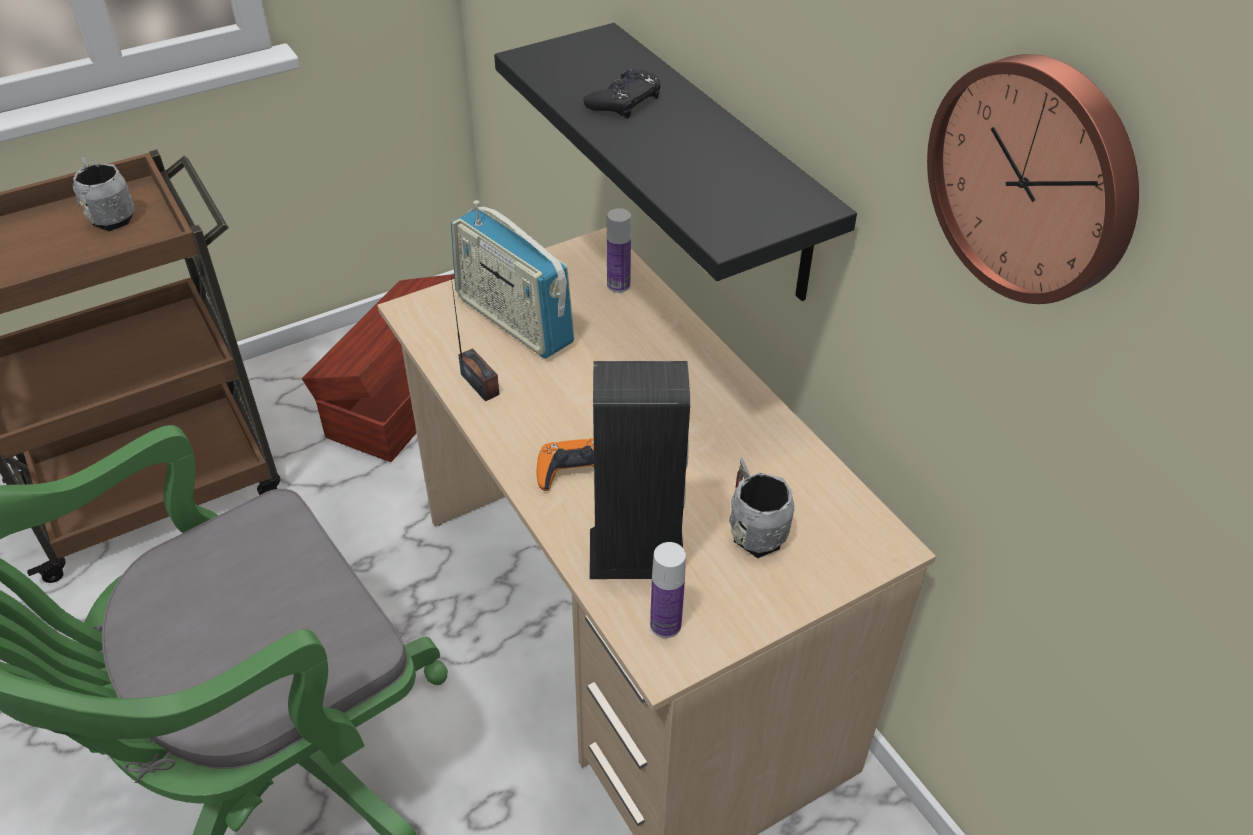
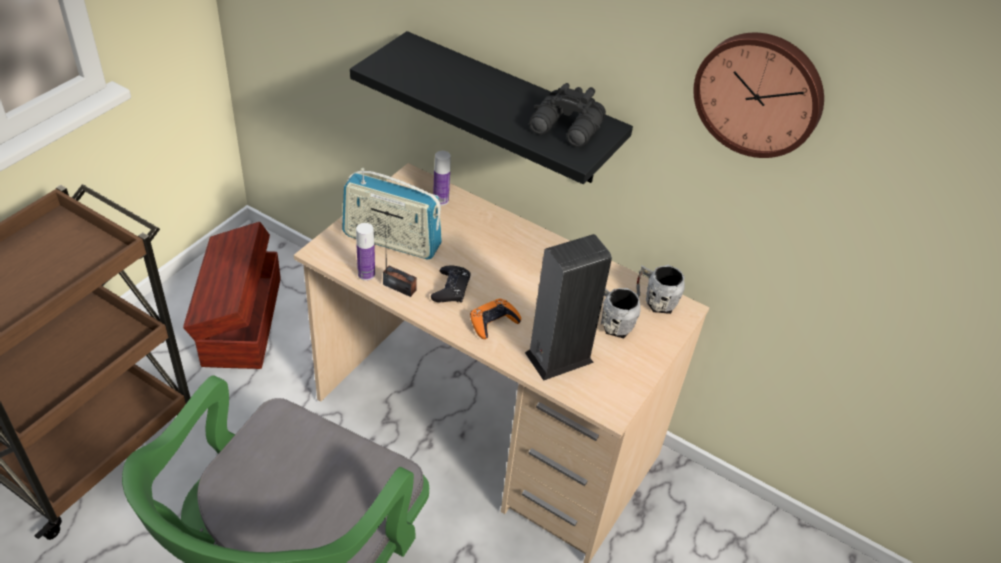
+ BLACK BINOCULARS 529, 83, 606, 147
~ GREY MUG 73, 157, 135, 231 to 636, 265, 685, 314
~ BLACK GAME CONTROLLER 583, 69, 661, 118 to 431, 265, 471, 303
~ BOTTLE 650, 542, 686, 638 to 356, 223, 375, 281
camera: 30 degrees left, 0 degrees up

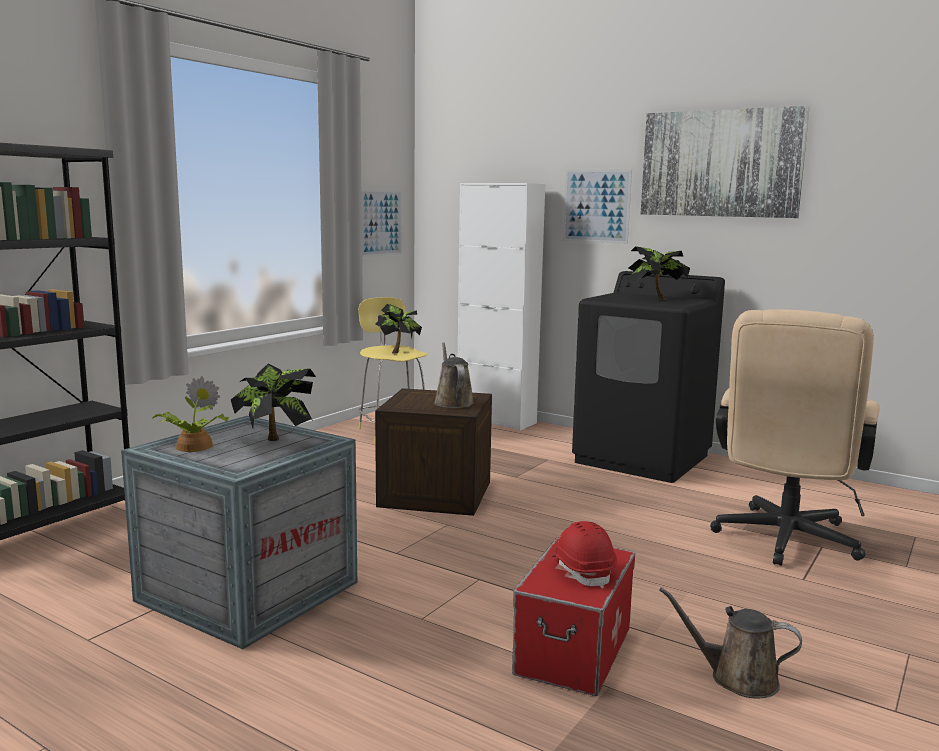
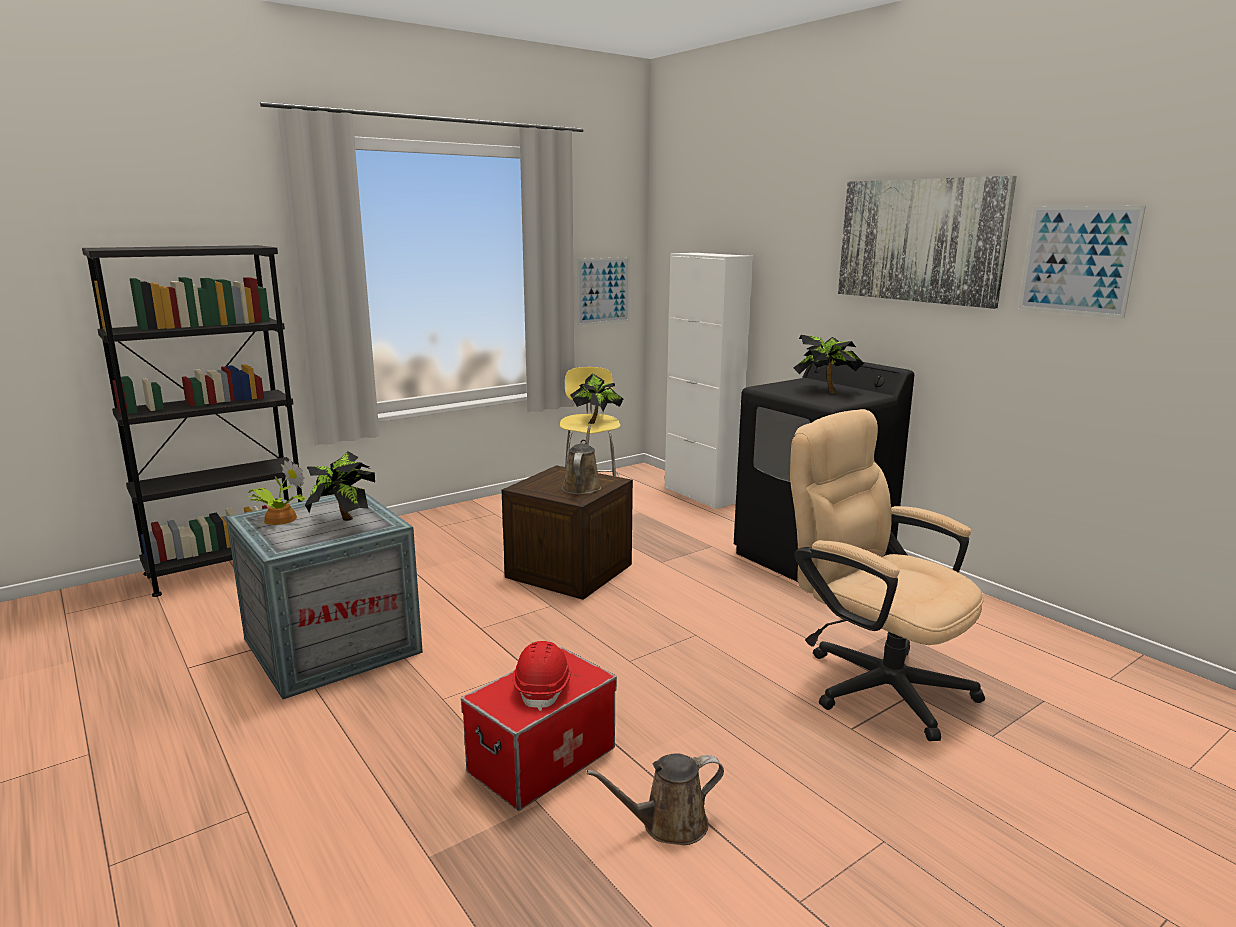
~ PICTURE 563, 169, 632, 244 to 1019, 206, 1146, 318
~ BROWN WATERING CAN 659, 587, 802, 699 = 586, 753, 724, 845 60 degrees counterclockwise
~ BEIGE OFFICE CHAIR 710, 309, 879, 566 = 790, 409, 985, 741 90 degrees clockwise
camera: 20 degrees right, 5 degrees up

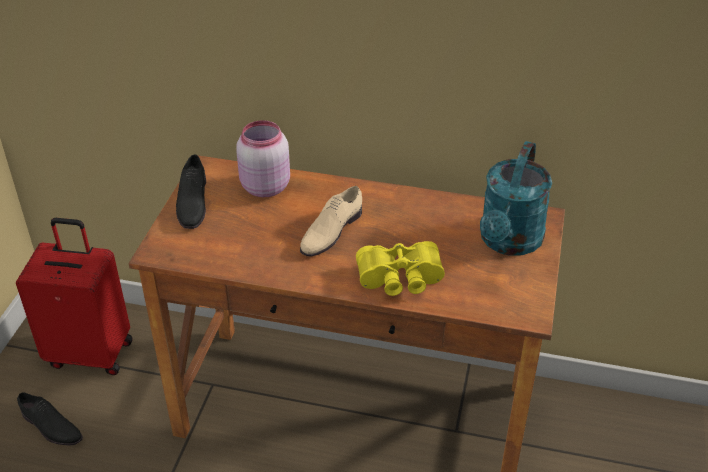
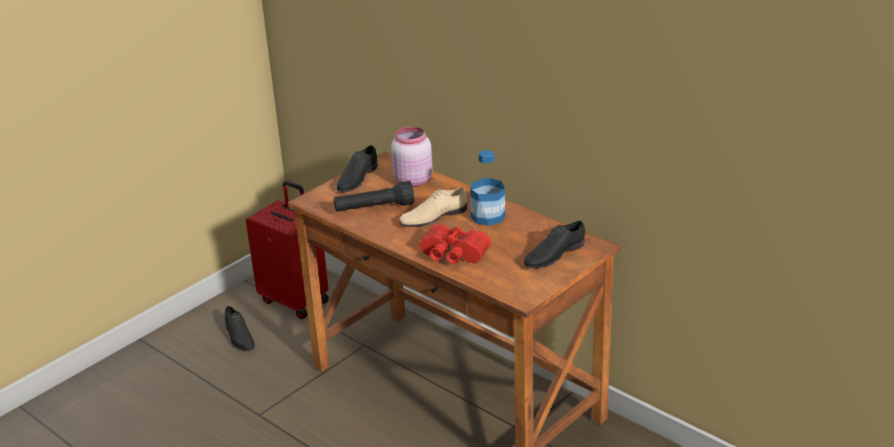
+ BLACK FLASHLIGHT 334, 181, 414, 212
+ BOTTLE 470, 150, 505, 226
~ TURQUOISE WATERING CAN 480, 141, 552, 255 to BLACK SHOE 523, 221, 585, 269
~ YELLOW BINOCULARS 356, 241, 445, 296 to RED BINOCULARS 420, 224, 491, 264
camera: 30 degrees right, 10 degrees down

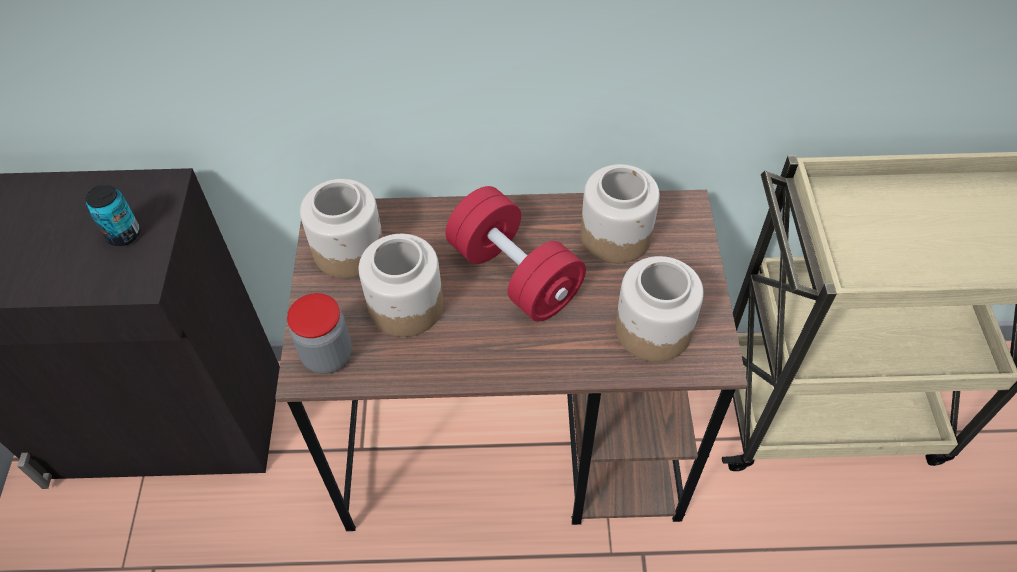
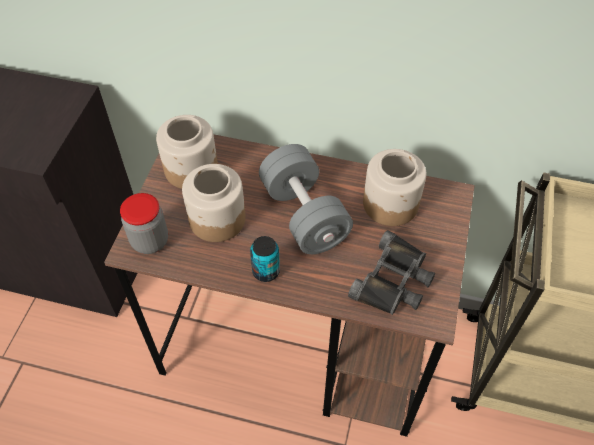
~ CAN 86, 184, 140, 246 to 250, 236, 280, 282
~ JAR 615, 256, 704, 362 to BLACK BINOCULARS 348, 230, 435, 315
~ RED DUMBBELL 446, 186, 586, 322 to GREY DUMBBELL 259, 144, 353, 254
camera: 15 degrees right, 0 degrees up

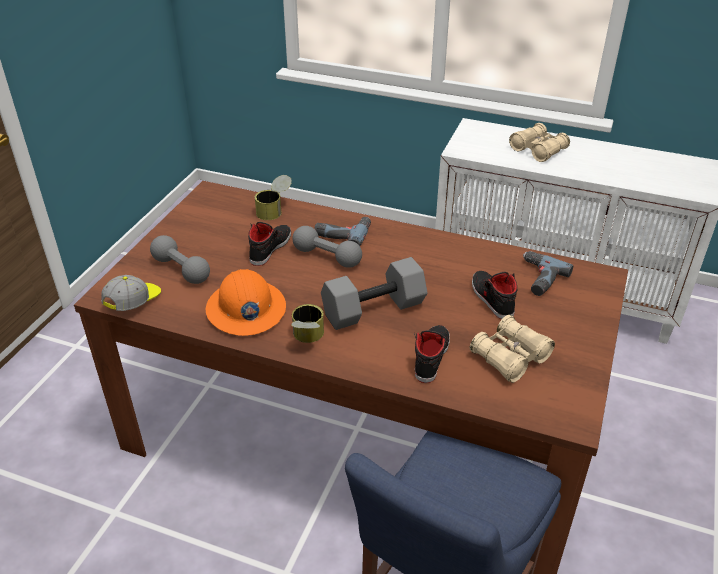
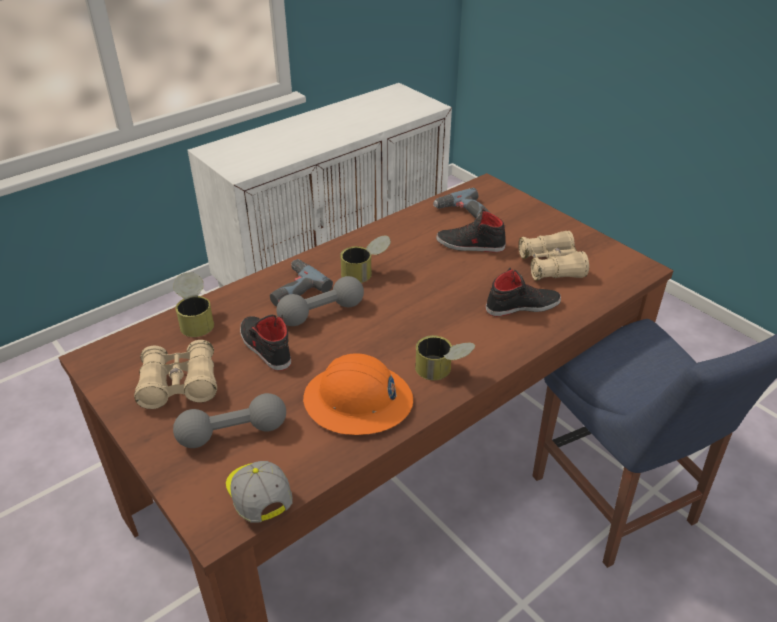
- GREY DUMBBELL 321, 257, 427, 330
+ CAN 340, 236, 391, 283
~ BEIGE BINOCULARS 509, 123, 570, 162 to 134, 340, 217, 409
~ BLACK SHOE 414, 325, 450, 383 = 486, 268, 561, 317 120 degrees clockwise
camera: 60 degrees left, 0 degrees up

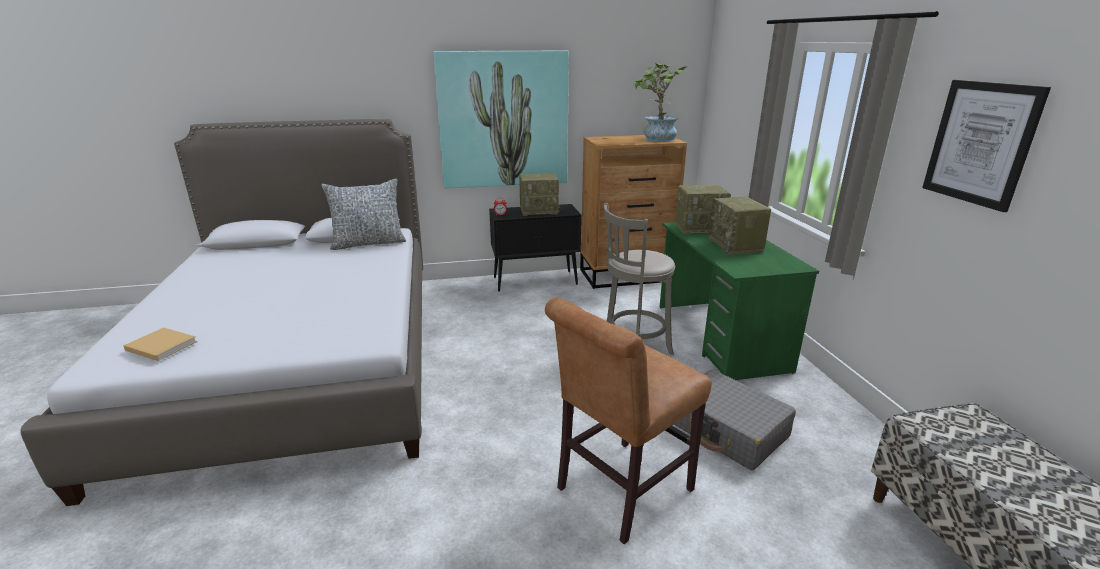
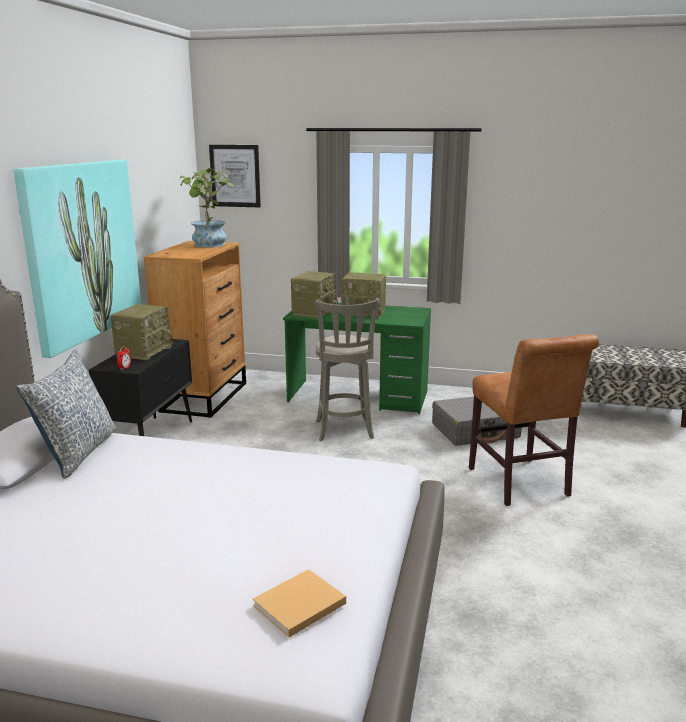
~ PICTURE 922, 80, 1051, 212 to 209, 145, 261, 207
camera: 65 degrees left, 5 degrees down

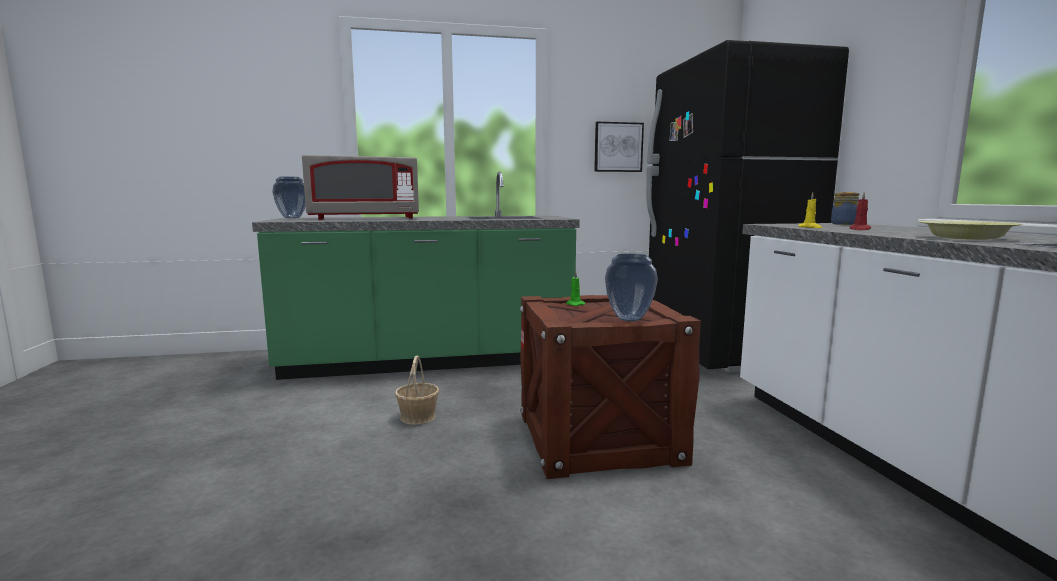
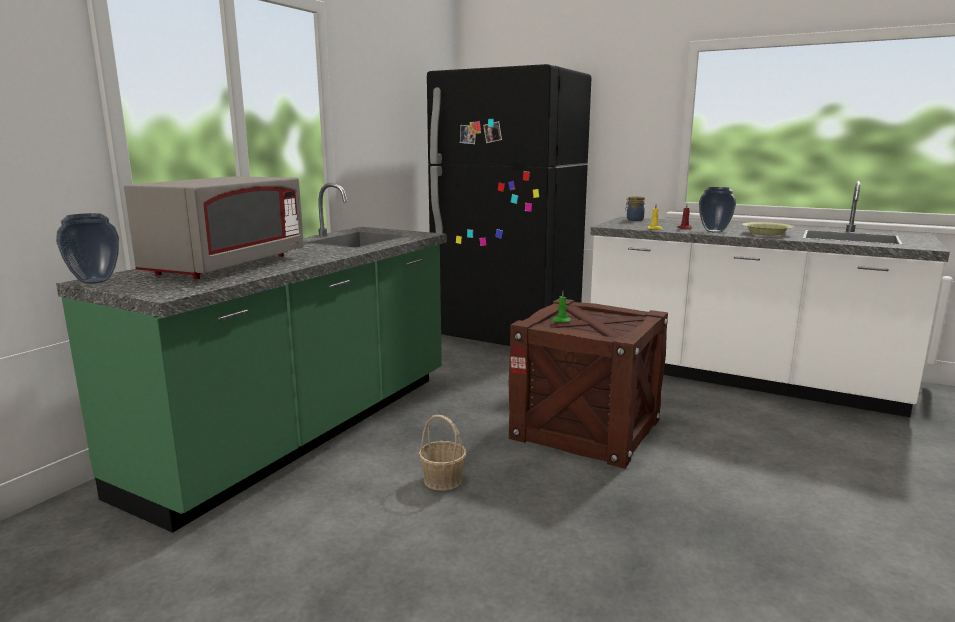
- PICTURE 594, 122, 644, 172
~ VASE 605, 254, 658, 321 to 699, 187, 736, 233
camera: 50 degrees left, 5 degrees up

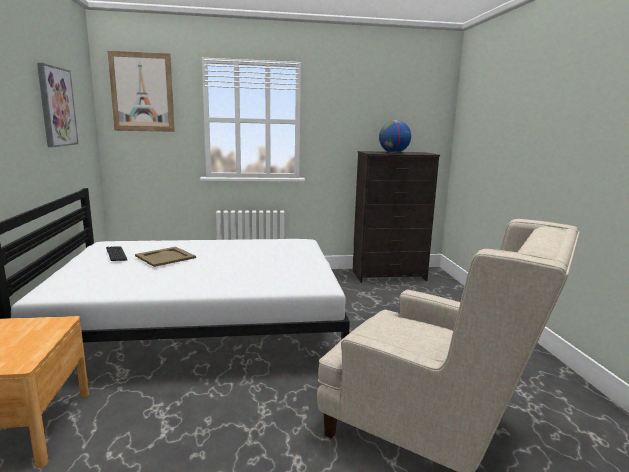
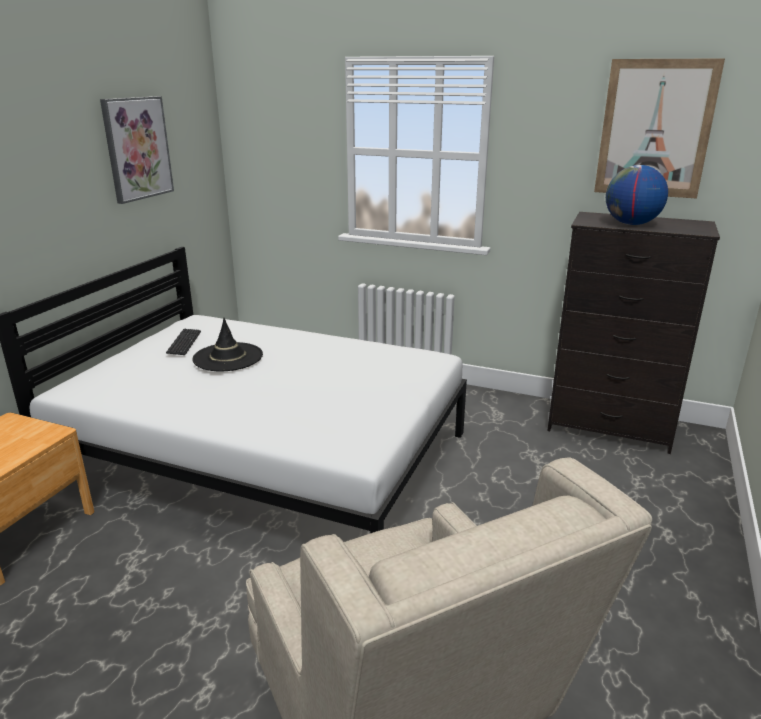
~ PICTURE 108, 51, 175, 132 to 594, 58, 725, 199
~ BEIGE TRAY 135, 247, 196, 267 to BLACK HAT 192, 318, 263, 371
camera: 30 degrees right, 10 degrees up

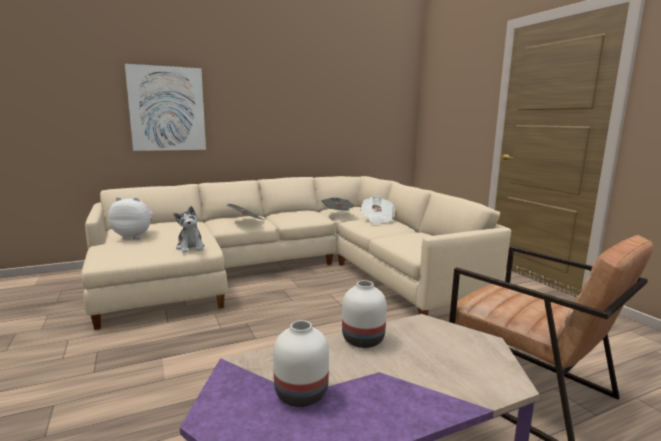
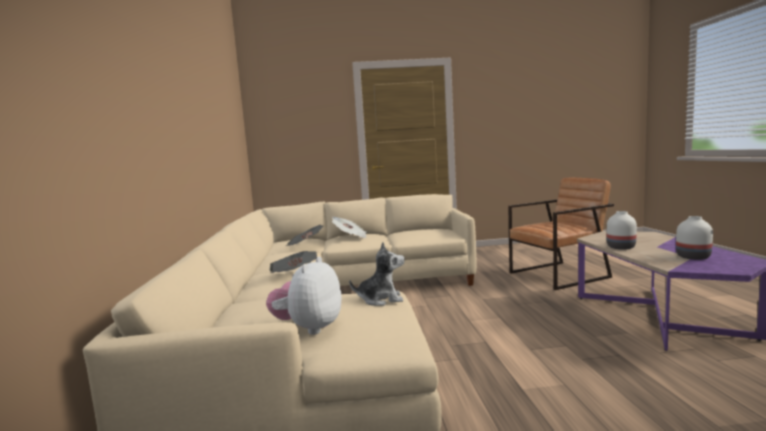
- PICTURE 125, 64, 206, 151
camera: 70 degrees left, 5 degrees down

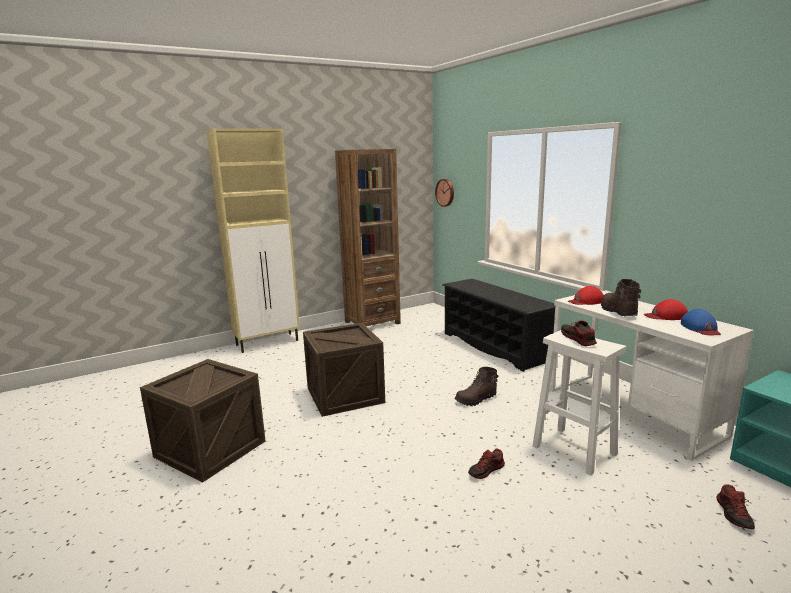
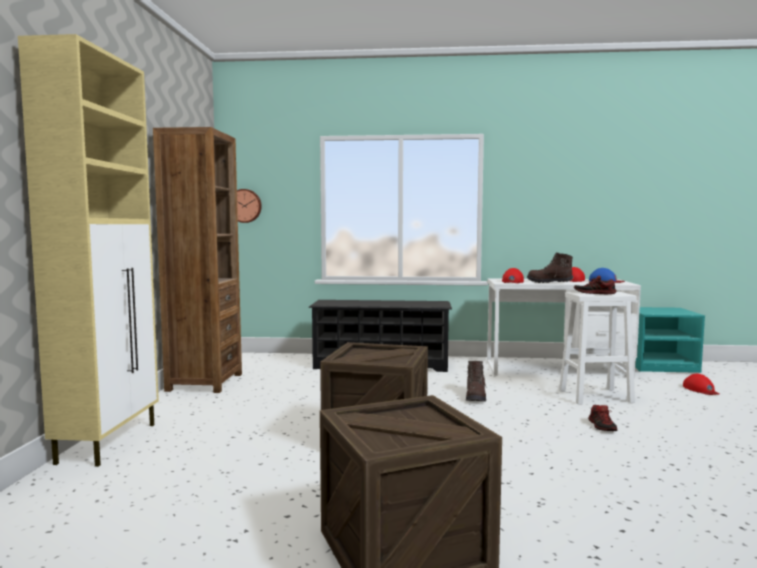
~ SHOE 717, 485, 755, 529 to RED CAP 683, 374, 719, 395
camera: 55 degrees left, 10 degrees down

